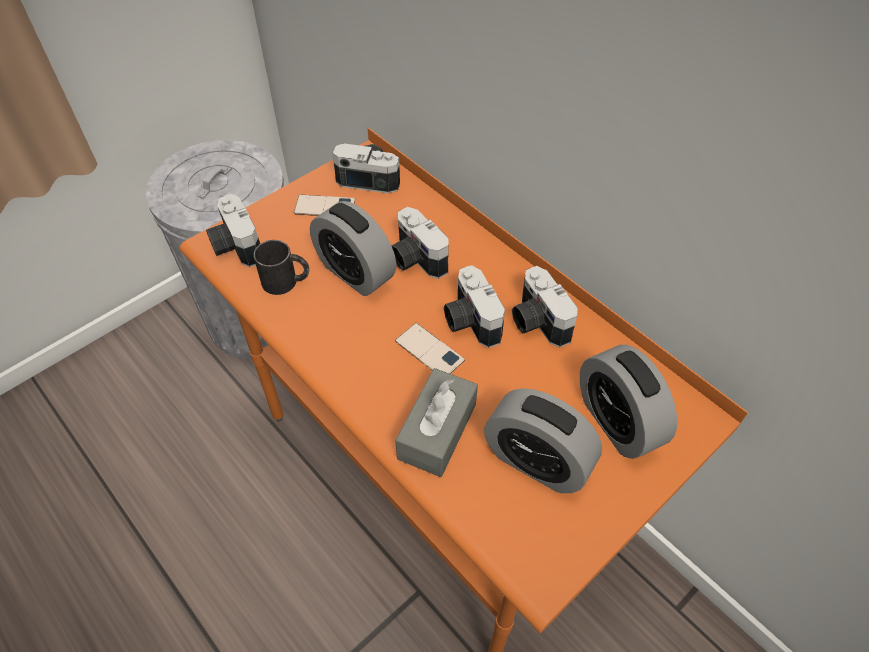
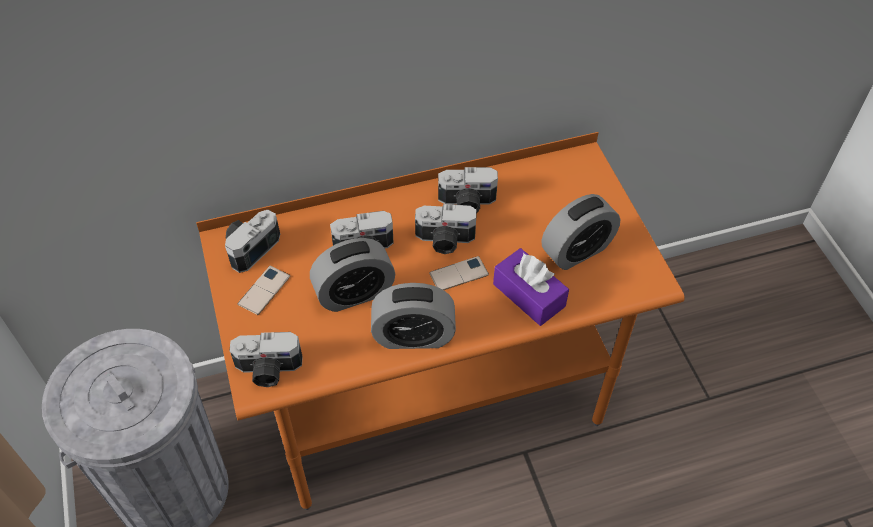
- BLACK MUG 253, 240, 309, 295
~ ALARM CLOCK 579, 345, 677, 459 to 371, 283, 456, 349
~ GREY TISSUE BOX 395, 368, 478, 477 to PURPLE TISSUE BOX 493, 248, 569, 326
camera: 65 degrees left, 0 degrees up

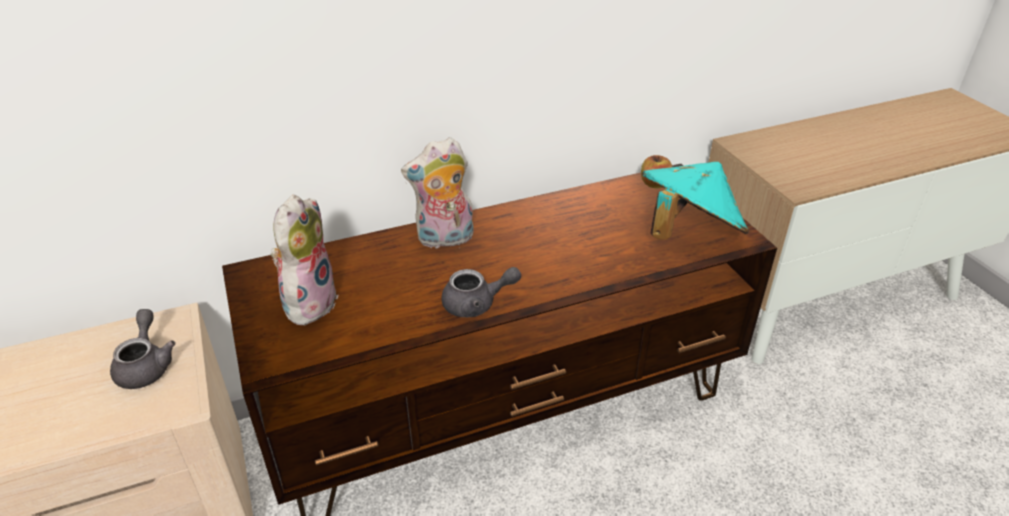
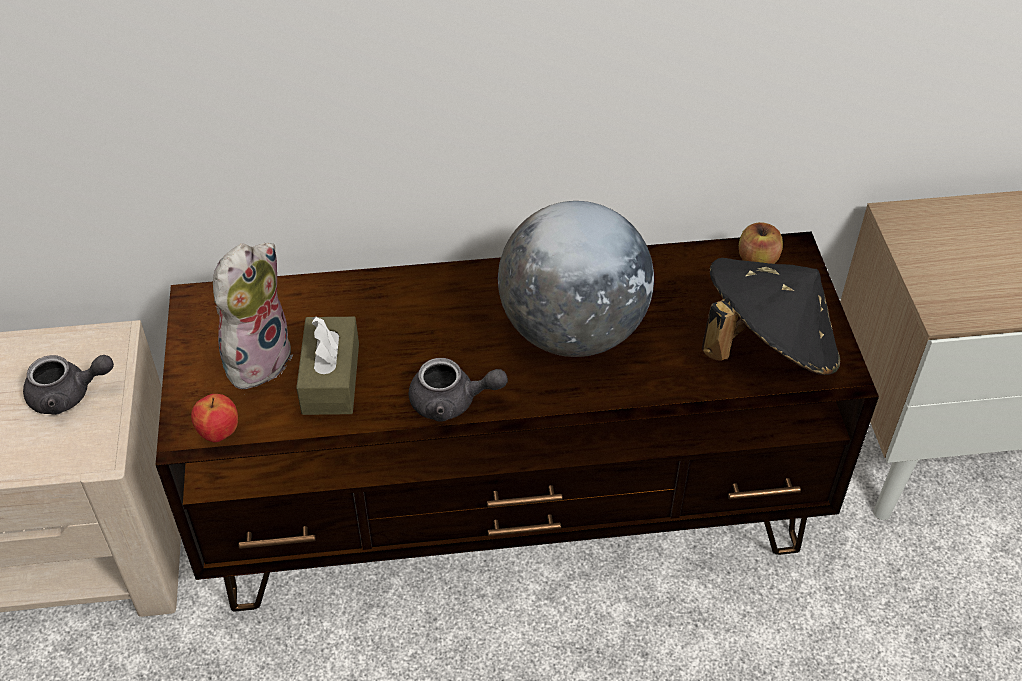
- PLUSH TOY 401, 137, 474, 249
+ APPLE 191, 394, 238, 442
+ BROWN TISSUE BOX 296, 316, 359, 415
+ GLOBE 498, 201, 654, 357
~ TURQUOISE HAT 642, 162, 749, 240 to BLACK HAT 702, 258, 840, 375
~ GREY TEAPOT 110, 309, 176, 389 = 23, 355, 114, 415 75 degrees clockwise
camera: 15 degrees right, 10 degrees up

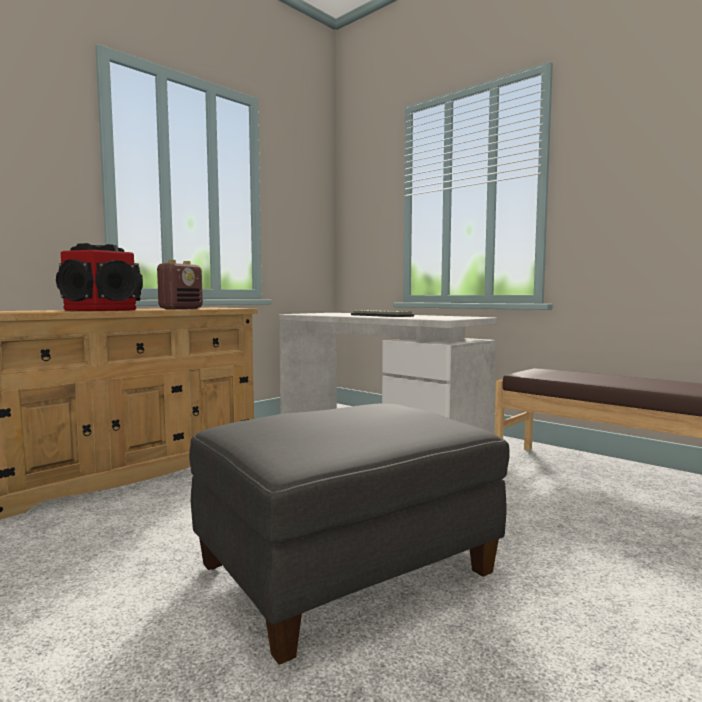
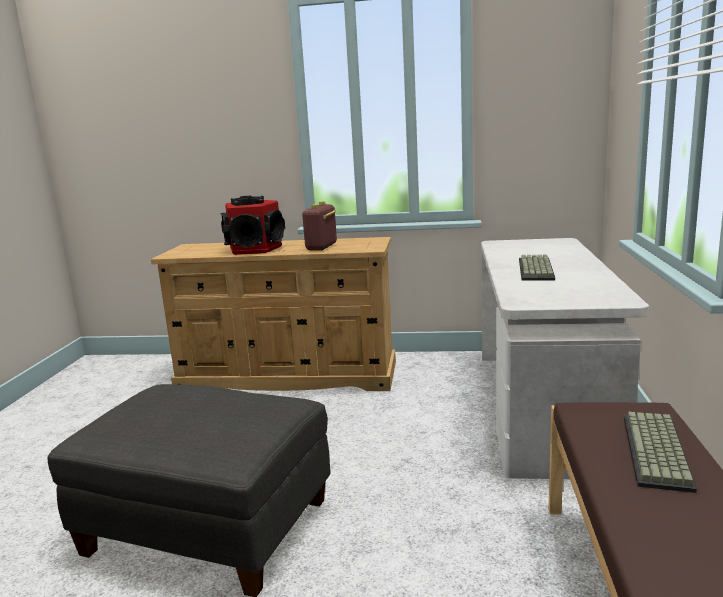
+ KEYBOARD 624, 412, 697, 493
~ RADIO 157, 260, 203, 309 = 302, 202, 337, 251 120 degrees clockwise
camera: 55 degrees right, 10 degrees up

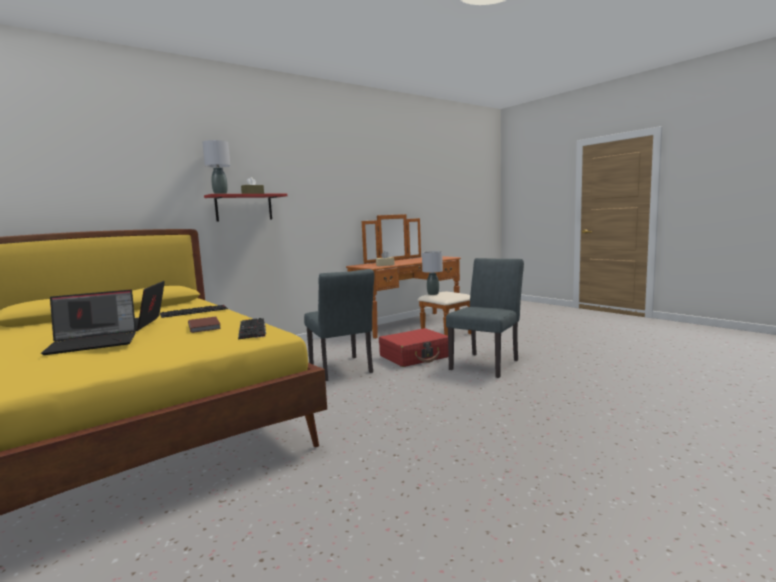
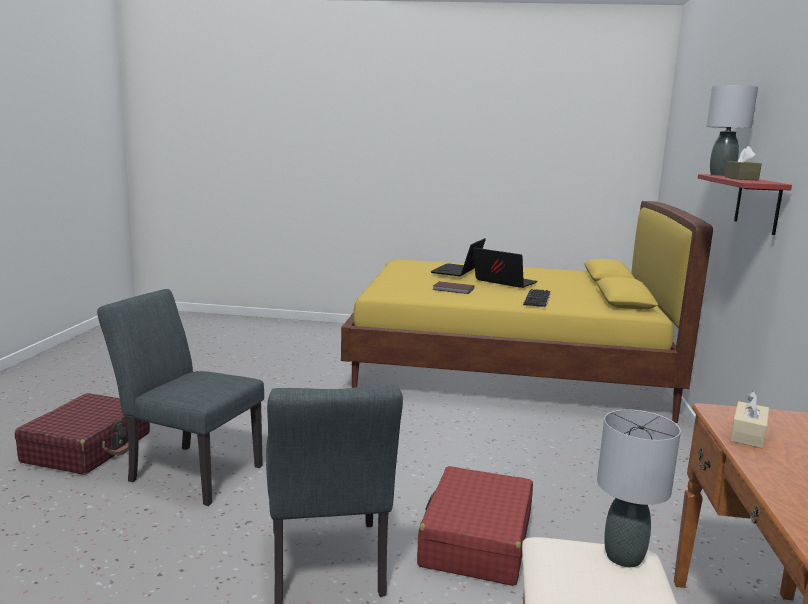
- KEYBOARD 238, 318, 266, 339
+ RED SUITCASE 15, 393, 150, 475
~ GREY CHAIR 304, 269, 374, 381 to 97, 289, 264, 506
camera: 135 degrees right, 5 degrees up

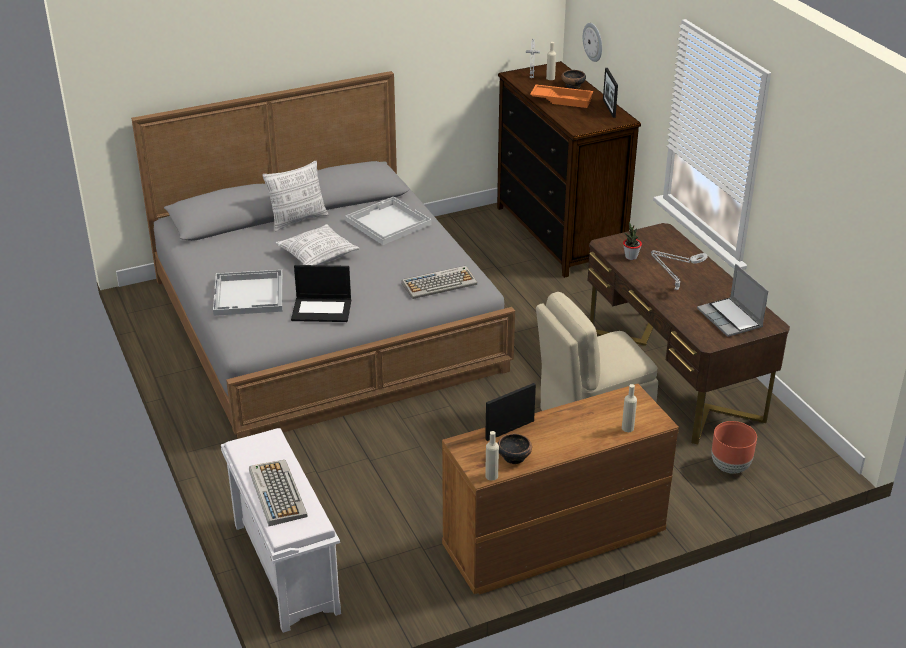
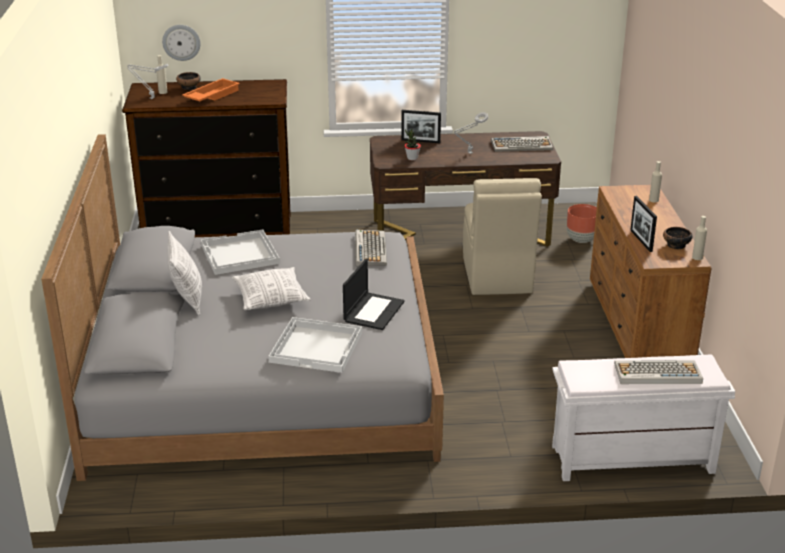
~ PICTURE FRAME 603, 68, 618, 118 to 401, 110, 441, 143
~ LAPTOP 697, 264, 768, 337 to KEYBOARD 491, 136, 553, 152
camera: 70 degrees left, 5 degrees down

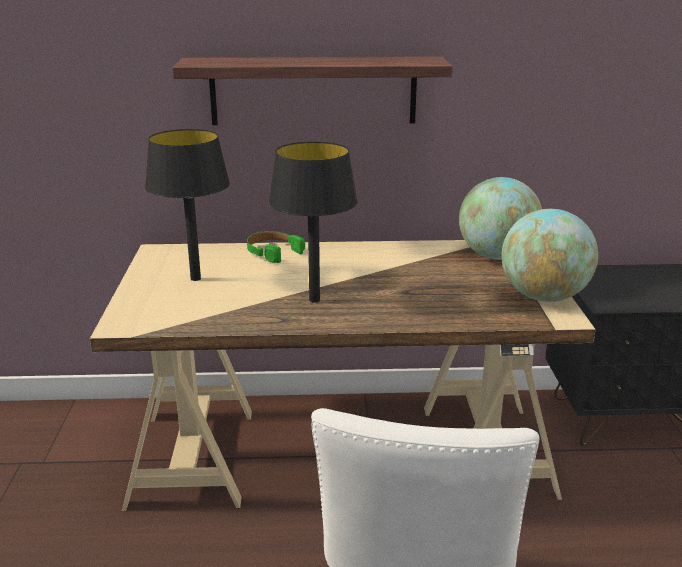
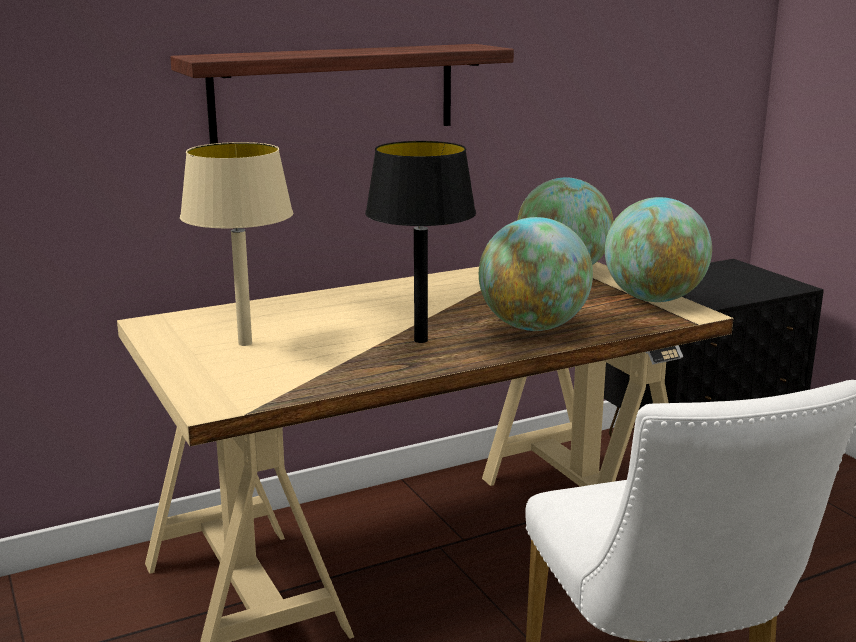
- GREEN HEADPHONES 247, 231, 305, 263
+ GLOBE 479, 217, 593, 331
~ BLACK TABLE LAMP 145, 129, 230, 281 to BEIGE TABLE LAMP 180, 142, 293, 346
camera: 25 degrees left, 5 degrees down

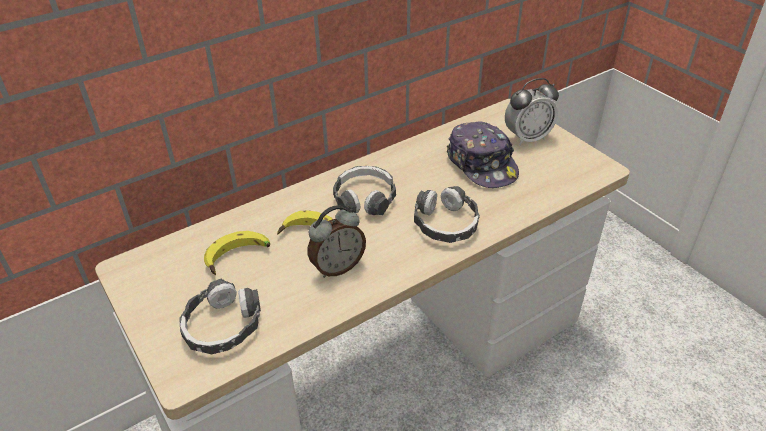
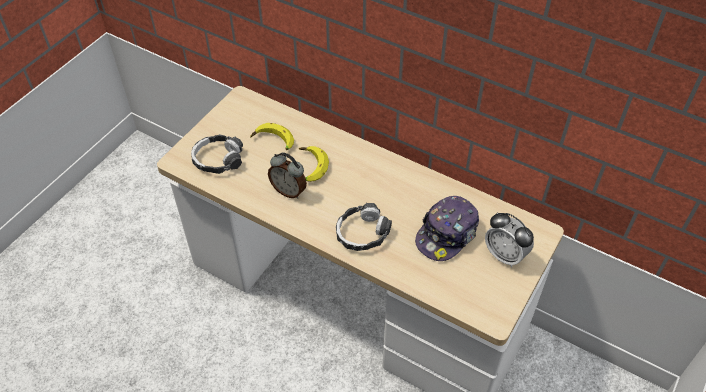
- HEADPHONES 333, 166, 396, 215
camera: 65 degrees right, 10 degrees up

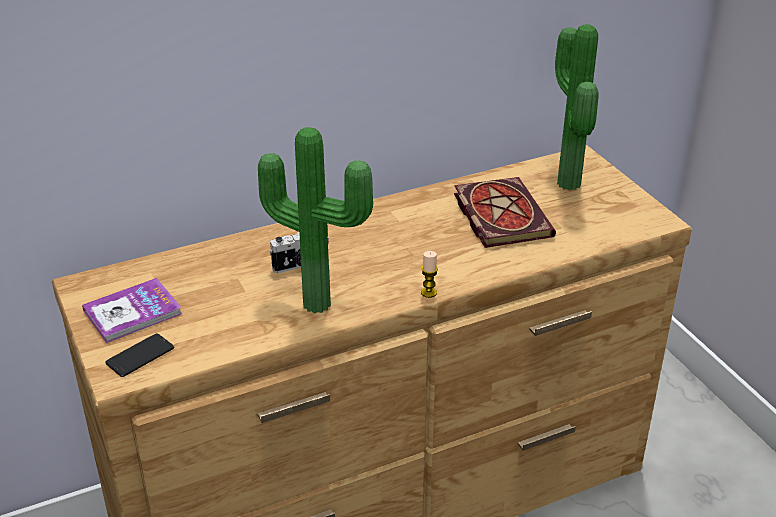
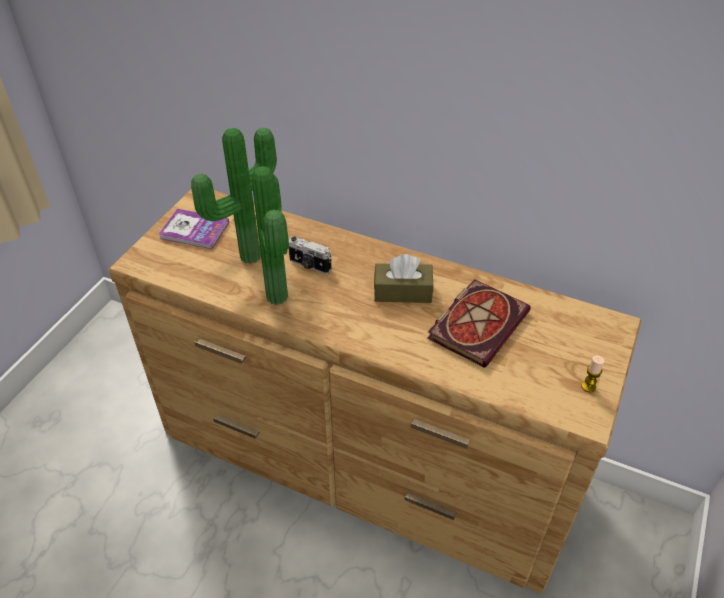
- PHONE 105, 333, 174, 377
+ BROWN TISSUE BOX 374, 254, 433, 303
~ CANDLE 421, 251, 438, 298 to 581, 355, 605, 392
~ POTTED PLANT 555, 24, 598, 190 to 191, 128, 277, 264
camera: 50 degrees right, 10 degrees up

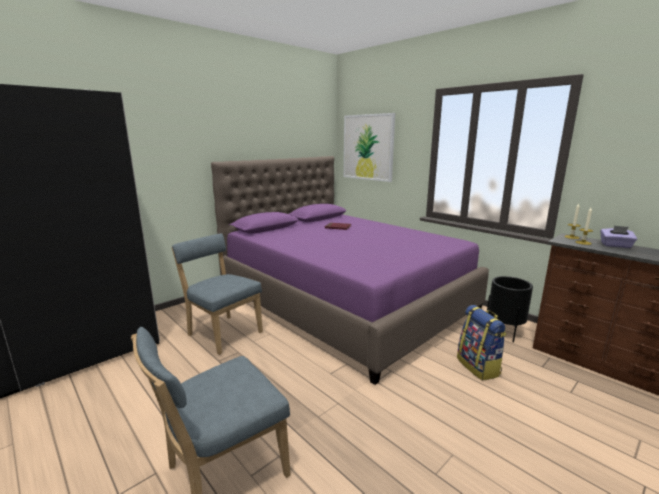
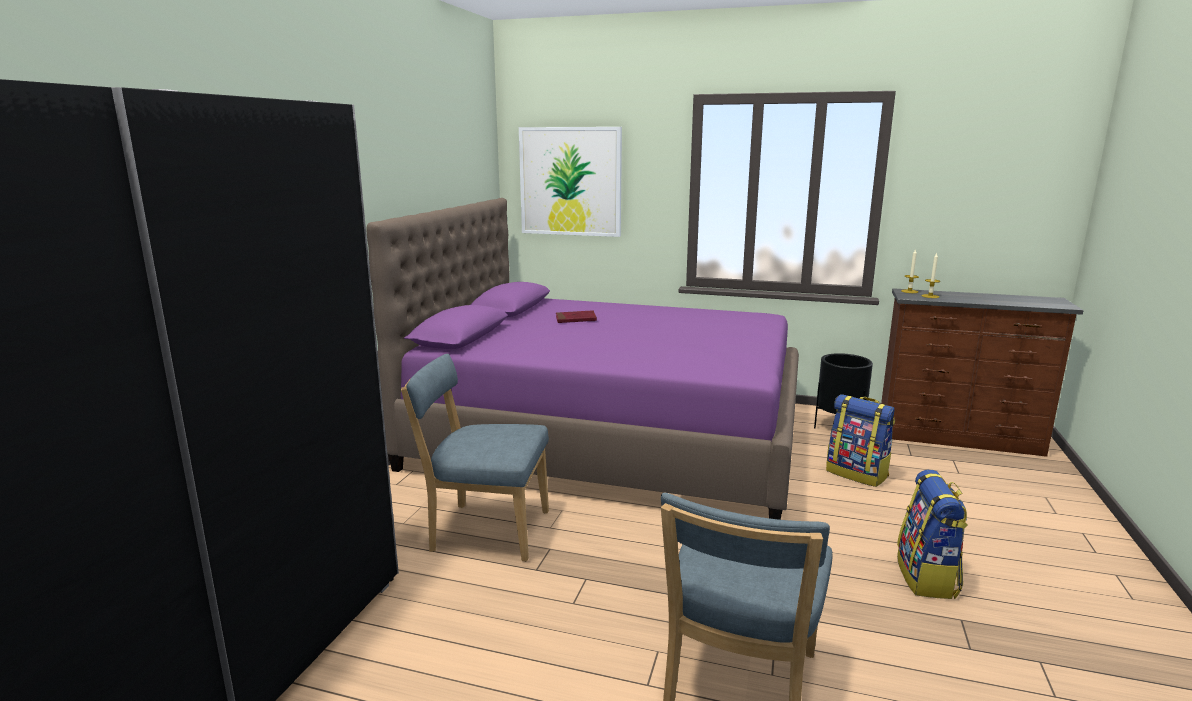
- PURPLE TISSUE BOX 601, 226, 637, 248
+ BACKPACK 897, 470, 968, 599
camera: 30 degrees left, 0 degrees up

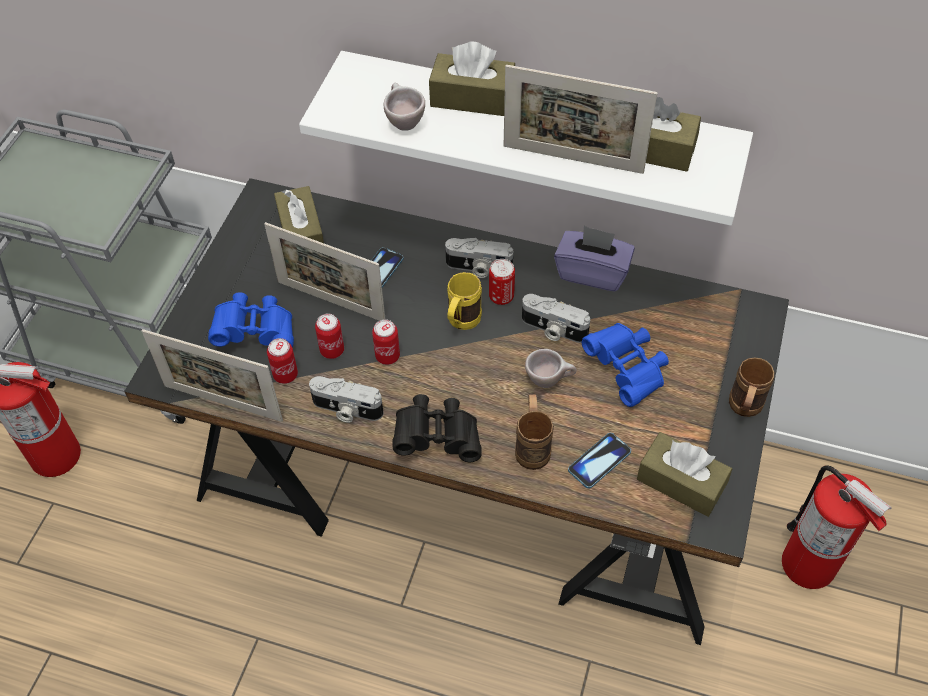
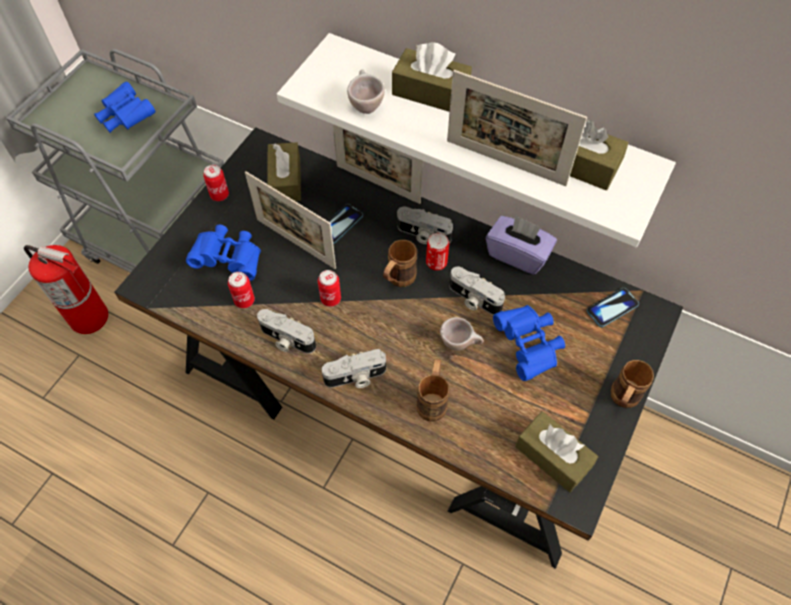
- FIRE EXTINGUISHER 782, 465, 892, 589
+ BLUE BINOCULARS 94, 82, 156, 133
~ PICTURE FRAME 142, 329, 283, 422 to 333, 124, 423, 204
~ CAN 315, 313, 344, 359 to 203, 165, 229, 201
~ PHONE 568, 433, 631, 488 to 587, 288, 639, 327
~ BLACK BINOCULARS 392, 394, 482, 462 to PHOTO CAMERA 322, 349, 386, 388
~ YELLOW MUG 447, 272, 482, 330 to BROWN MUG 383, 240, 417, 287
camera: 10 degrees right, 5 degrees up

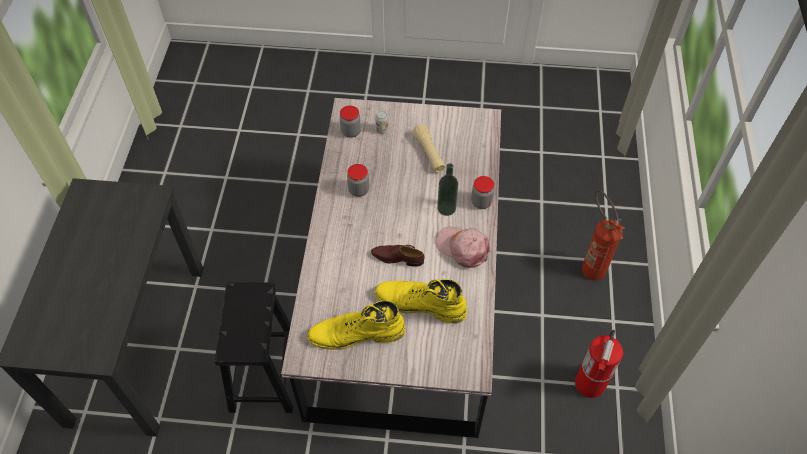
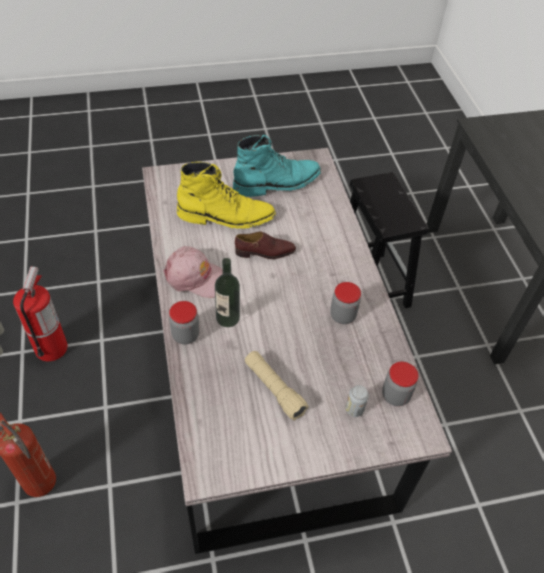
~ YELLOW BOOT 307, 300, 405, 350 to TURQUOISE BOOT 233, 135, 321, 197
camera: 160 degrees right, 5 degrees down

